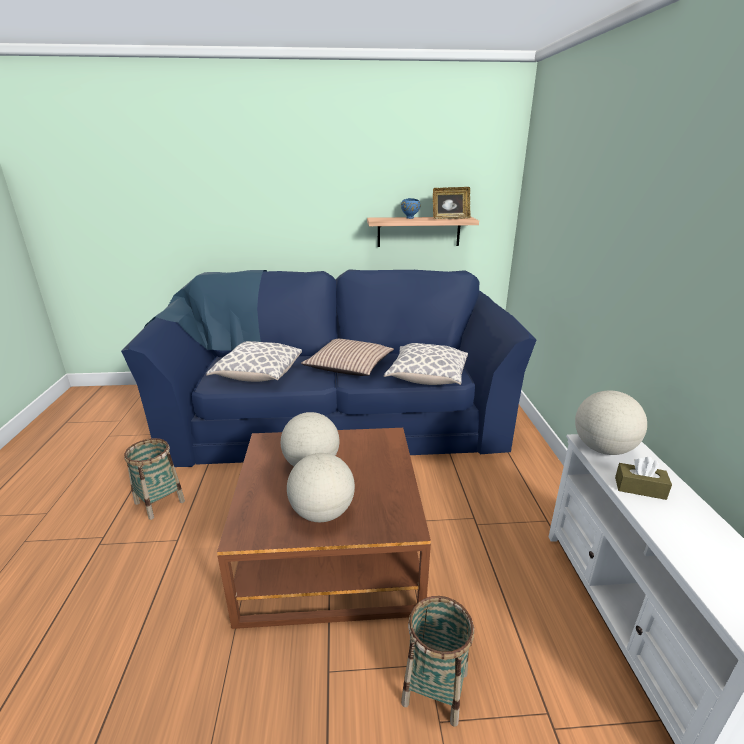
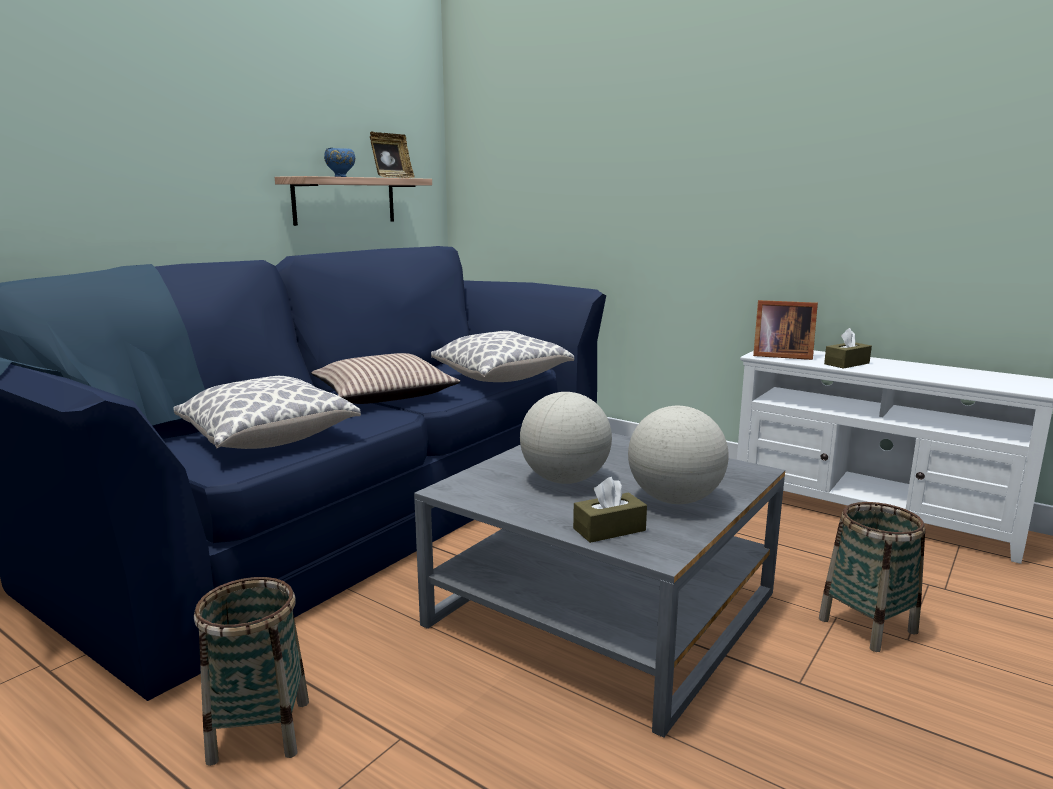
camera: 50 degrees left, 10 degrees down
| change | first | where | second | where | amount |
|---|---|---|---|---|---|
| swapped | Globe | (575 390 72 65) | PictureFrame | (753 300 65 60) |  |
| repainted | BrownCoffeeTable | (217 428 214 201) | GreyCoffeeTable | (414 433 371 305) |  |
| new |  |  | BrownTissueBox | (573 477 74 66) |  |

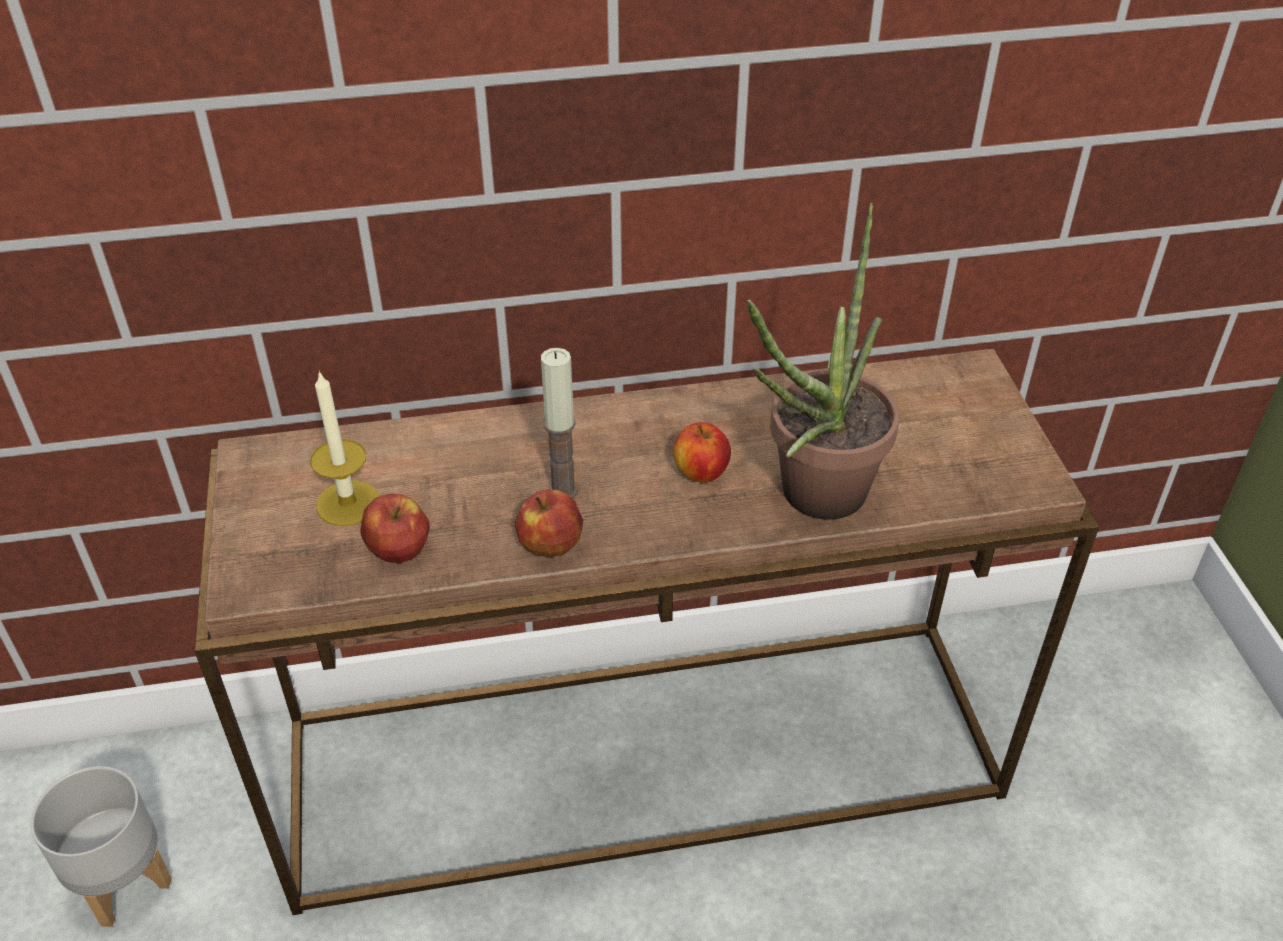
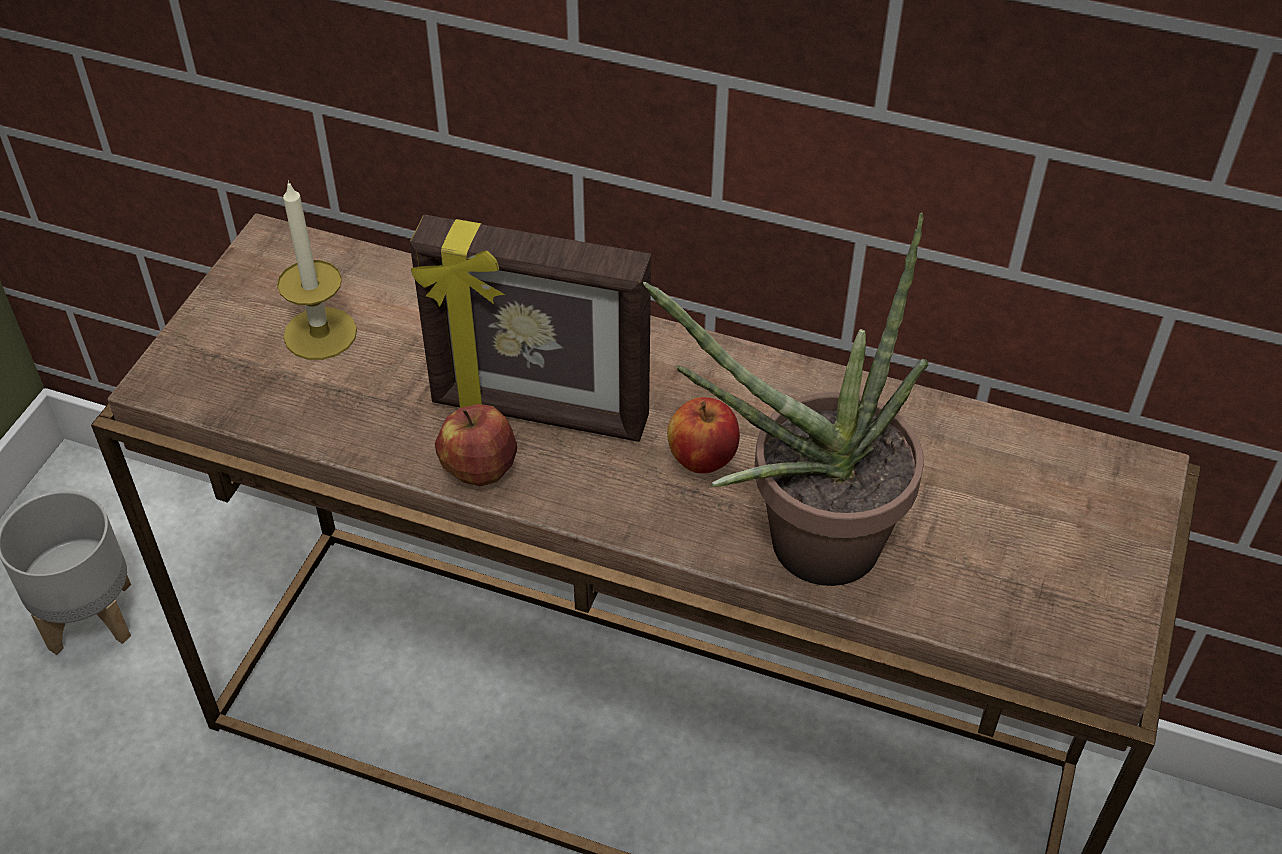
camera: 30 degrees right, 5 degrees up
| change | first | where | second | where | amount |
|---|---|---|---|---|---|
| swapped | Candle | (541 348 37 151) | PictureFrame | (410 215 241 227) |  |
| gone | Apple | (360 494 70 69) |  |  |  |

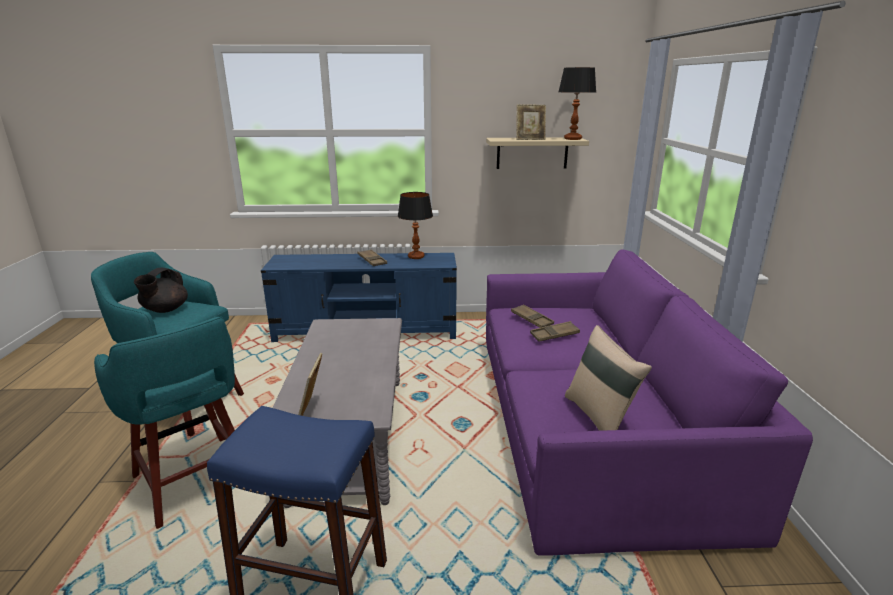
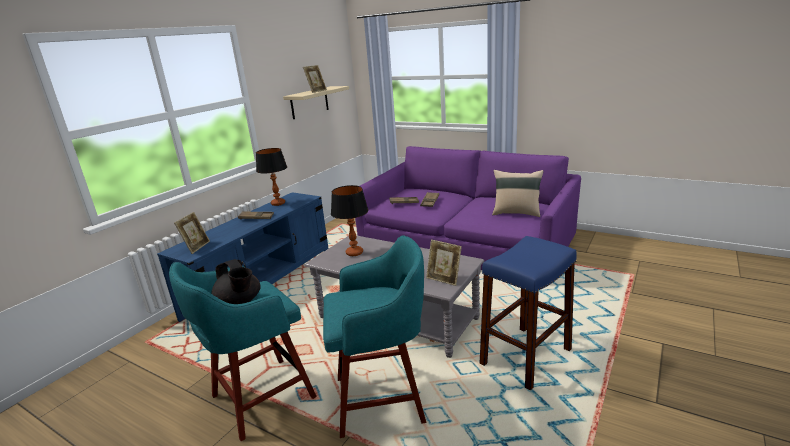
camera: 55 degrees left, 0 degrees up
| change | first | where | second | where | amount |
|---|---|---|---|---|---|
| shifted | TableLamp | (559 67 37 73) |  | (331 185 37 71) |  |
| new |  |  | PictureFrame | (174 212 36 42) |  |

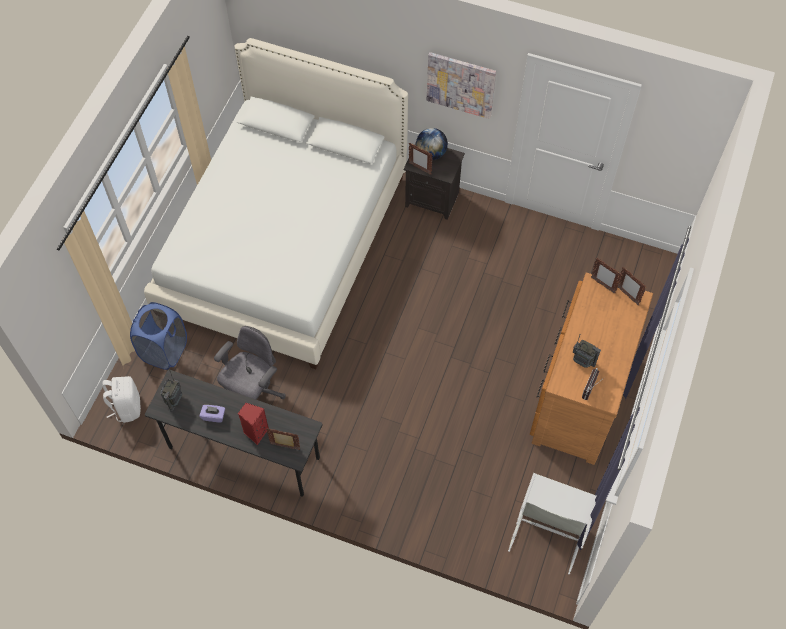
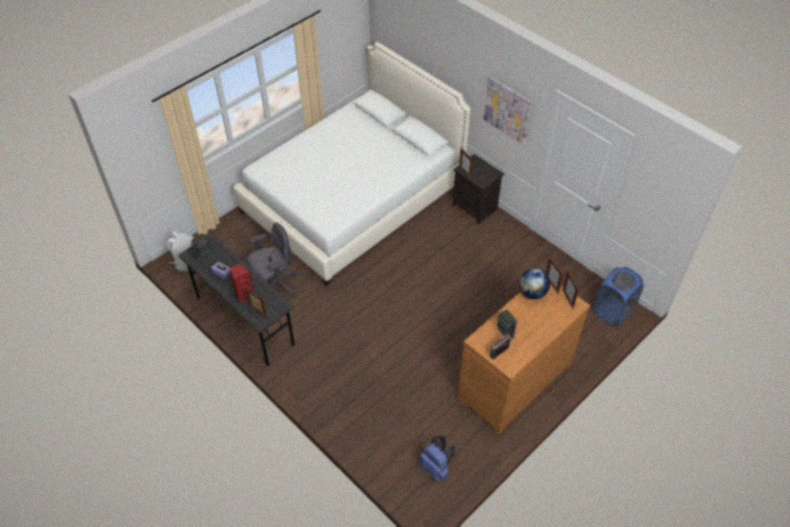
camera: 25 degrees right, 10 degrees down
| change | first | where | second | where | amount |
|---|---|---|---|---|---|
| shifted | Globe | (416 128 32 32) |  | (519 269 31 30) |  |
| shifted | BlueLaundryBasket | (130 302 57 68) |  | (594 267 50 58) |  |
| swapped | GreyLaundryBasket | (508 473 88 102) | BlueBackpack | (419 435 36 46) |  |

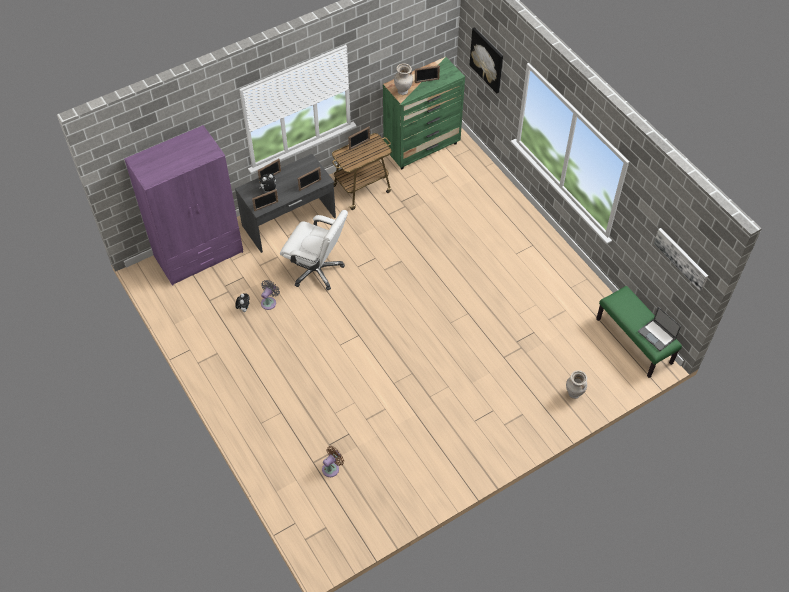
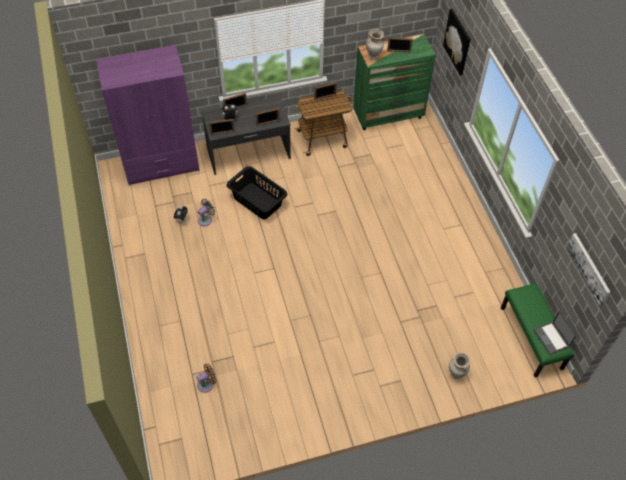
camera: 15 degrees right, 0 degrees up
| change | first | where | second | where | amount |
|---|---|---|---|---|---|
| swapped | WhiteOfficeChair | (280 210 68 80) | BlackLaundryBasket | (227 166 60 53) |  |

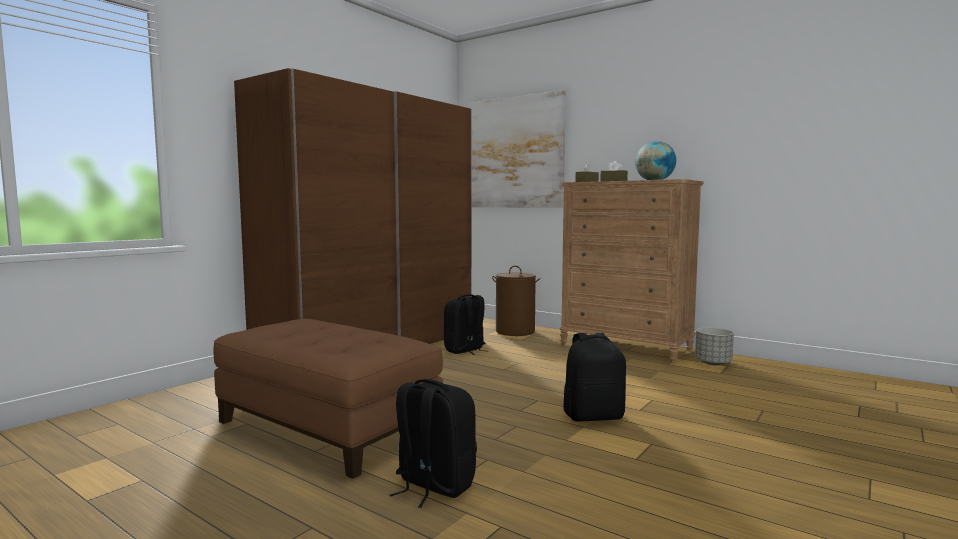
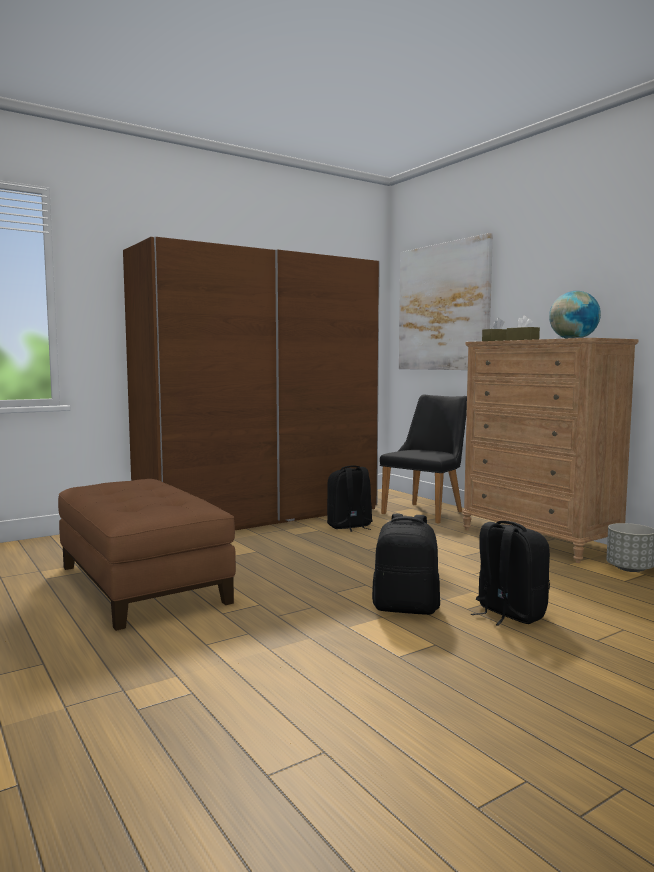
camera: 20 degrees right, 0 degrees up
| change | first | where | second | where | amount |
|---|---|---|---|---|---|
| swapped | BrownLaundryBasket | (492 266 49 70) | BlackChair | (380 394 87 130) |  |
| shifted | BlackBackpack | (390 379 87 129) |  | (471 521 79 105) |  |

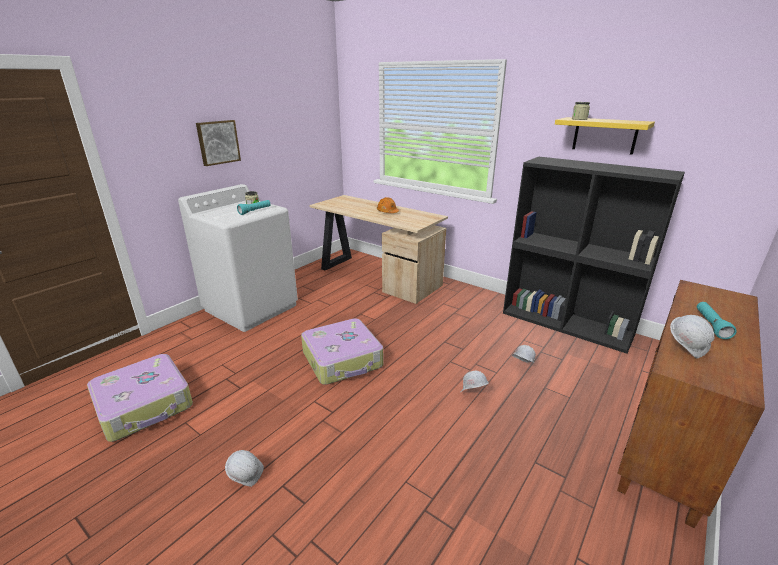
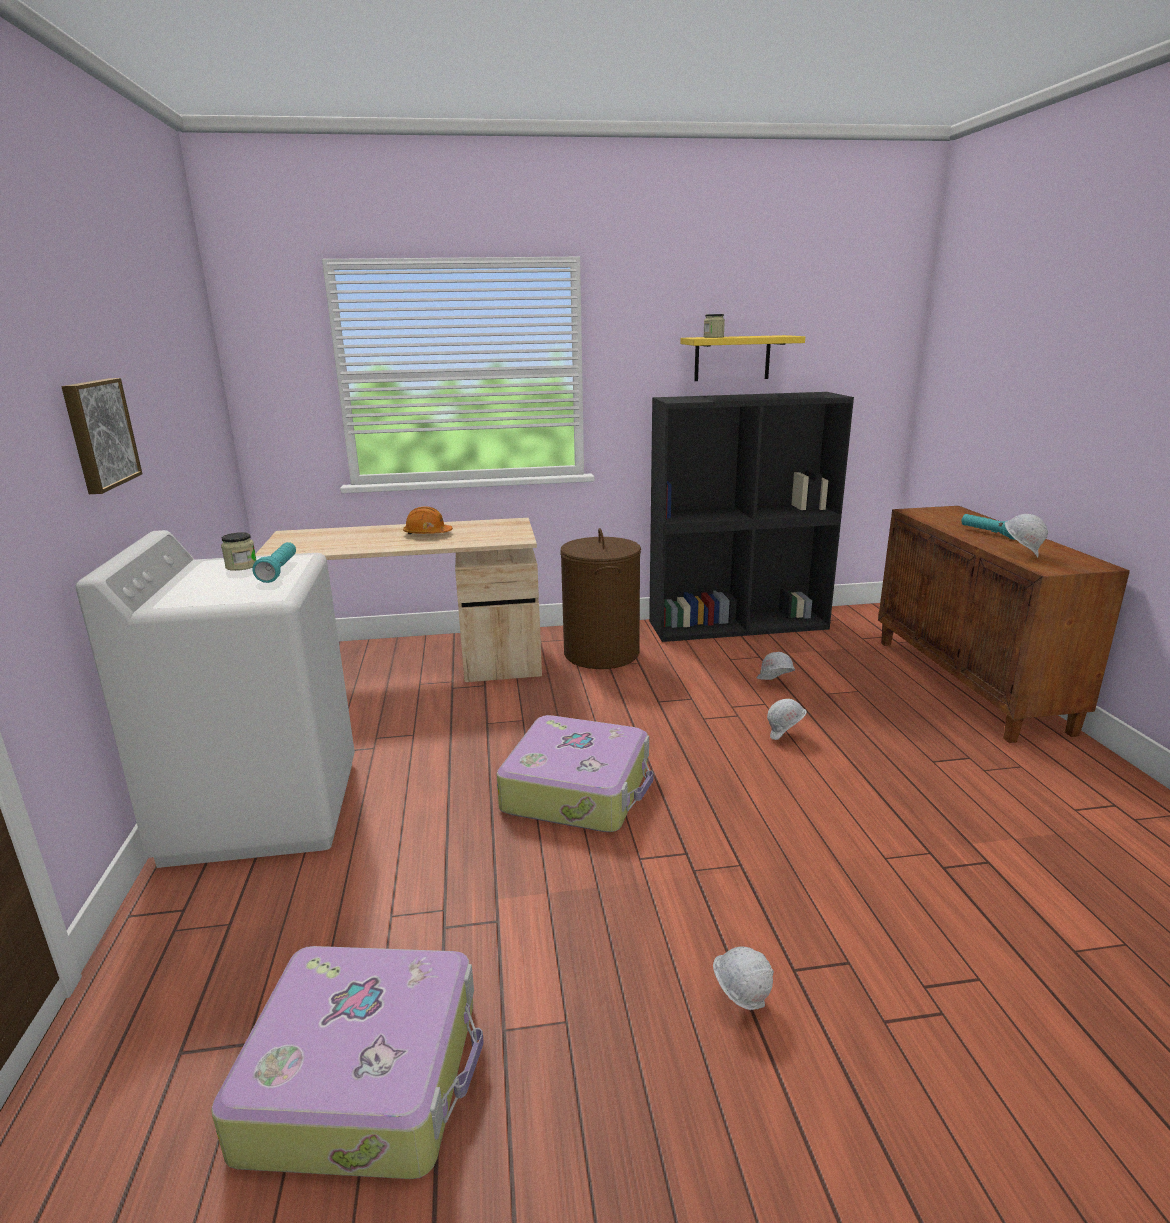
camera: 45 degrees left, 5 degrees down
| change | first | where | second | where | amount |
|---|---|---|---|---|---|
| new |  |  | BrownLaundryBasket | (560 528 81 141) |  |

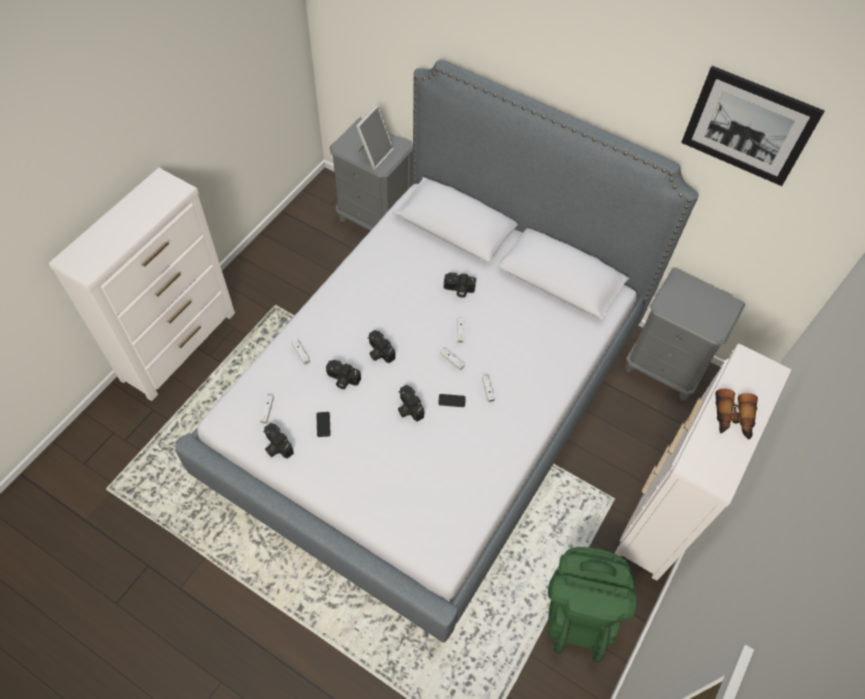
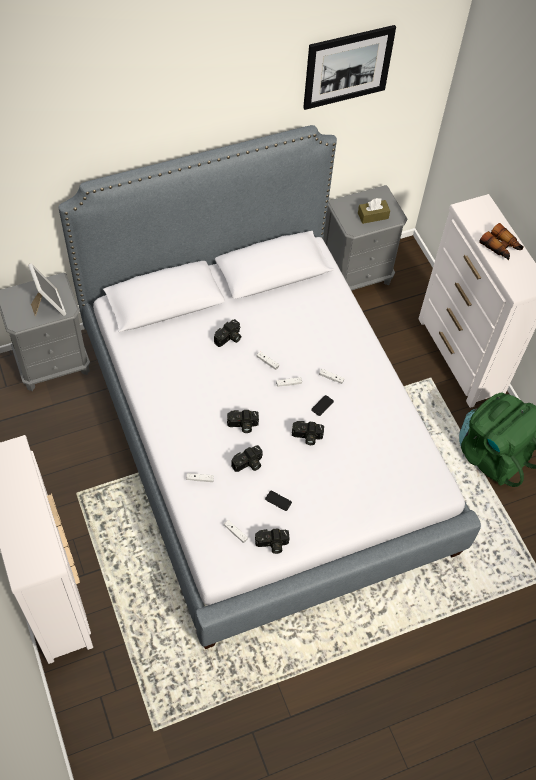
camera: 55 degrees left, 0 degrees up
| change | first | where | second | where | amount |
|---|---|---|---|---|---|
| new |  |  | BrownTissueBox | (358 198 32 26) |  |

